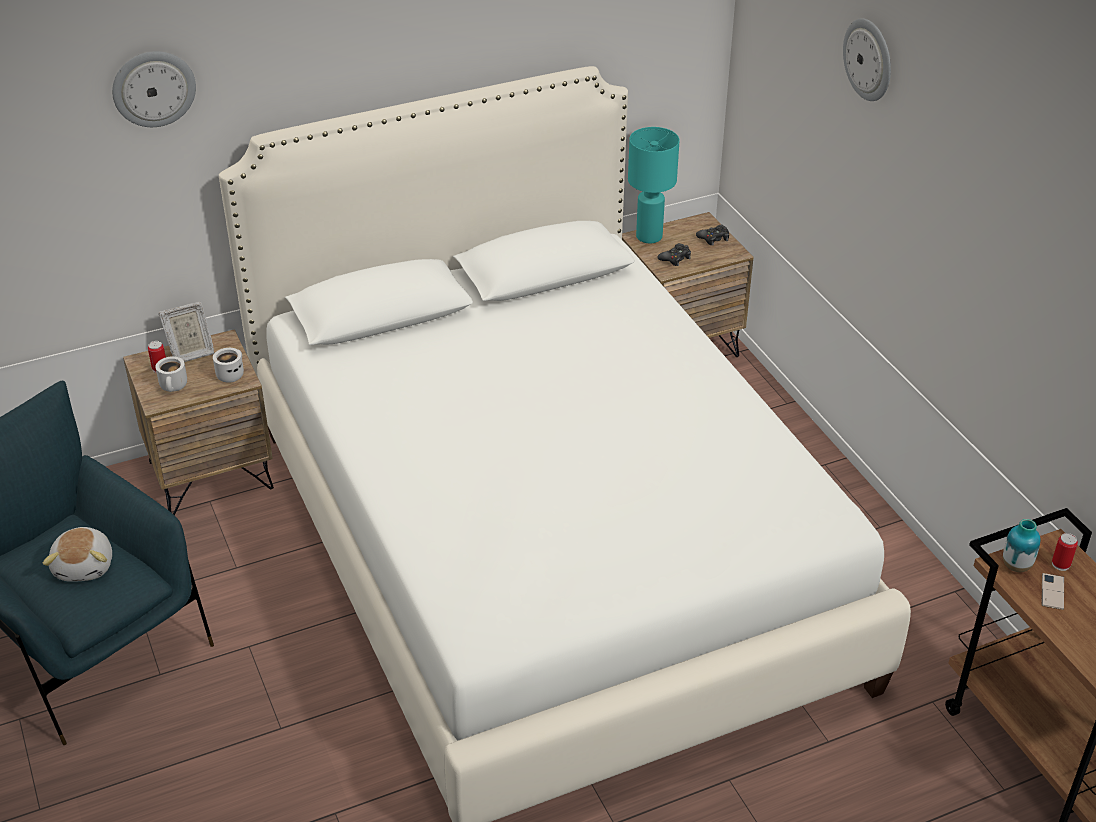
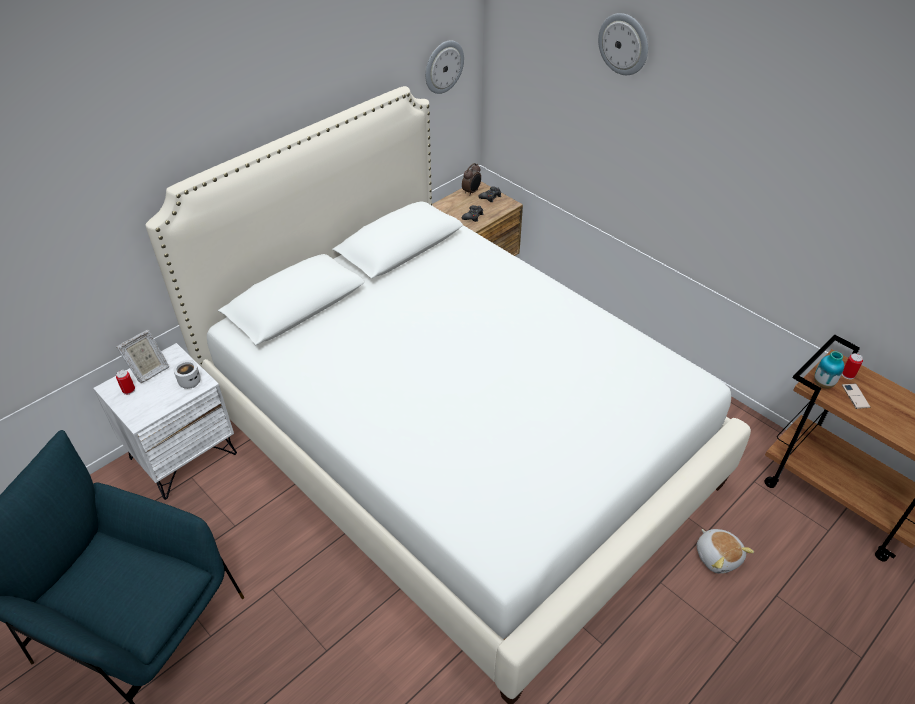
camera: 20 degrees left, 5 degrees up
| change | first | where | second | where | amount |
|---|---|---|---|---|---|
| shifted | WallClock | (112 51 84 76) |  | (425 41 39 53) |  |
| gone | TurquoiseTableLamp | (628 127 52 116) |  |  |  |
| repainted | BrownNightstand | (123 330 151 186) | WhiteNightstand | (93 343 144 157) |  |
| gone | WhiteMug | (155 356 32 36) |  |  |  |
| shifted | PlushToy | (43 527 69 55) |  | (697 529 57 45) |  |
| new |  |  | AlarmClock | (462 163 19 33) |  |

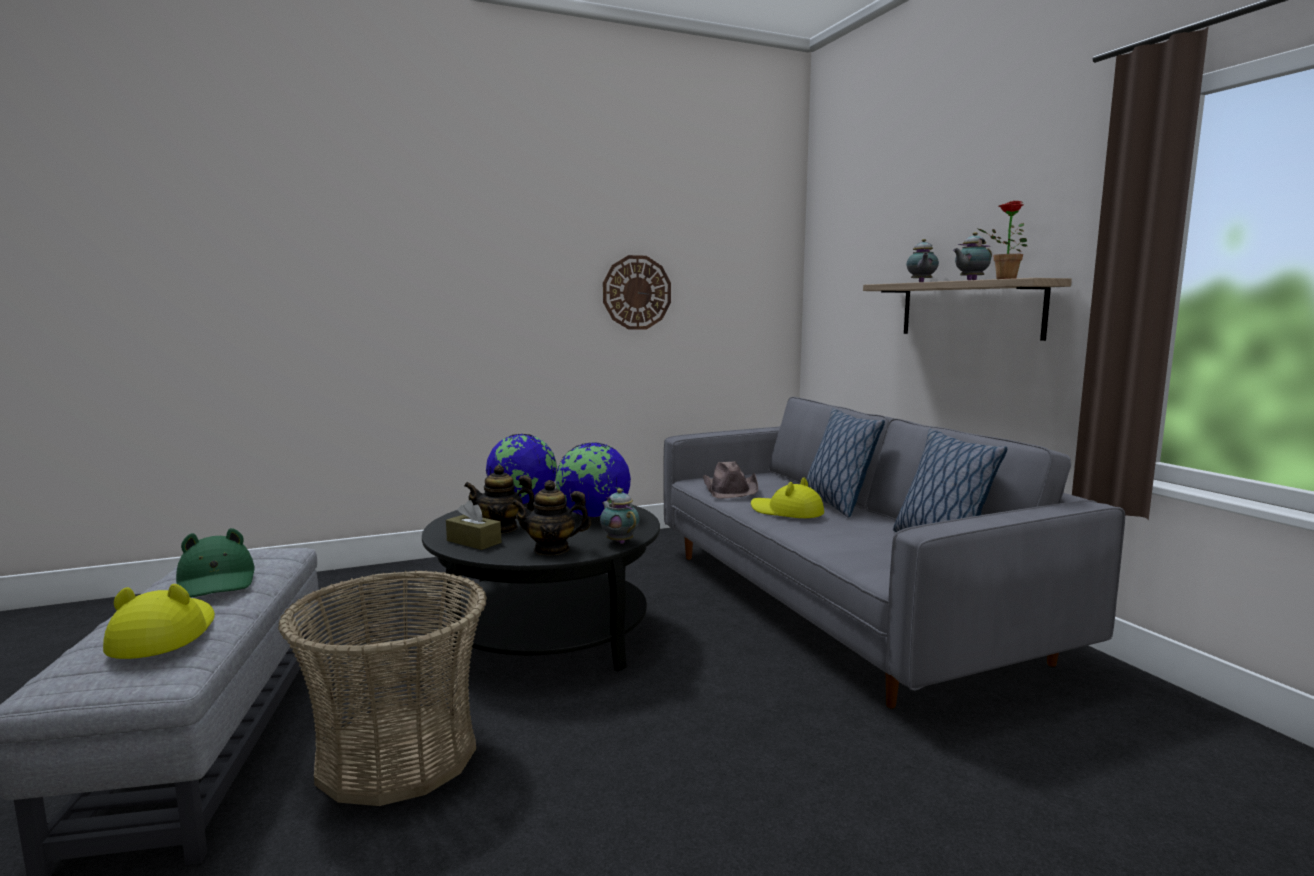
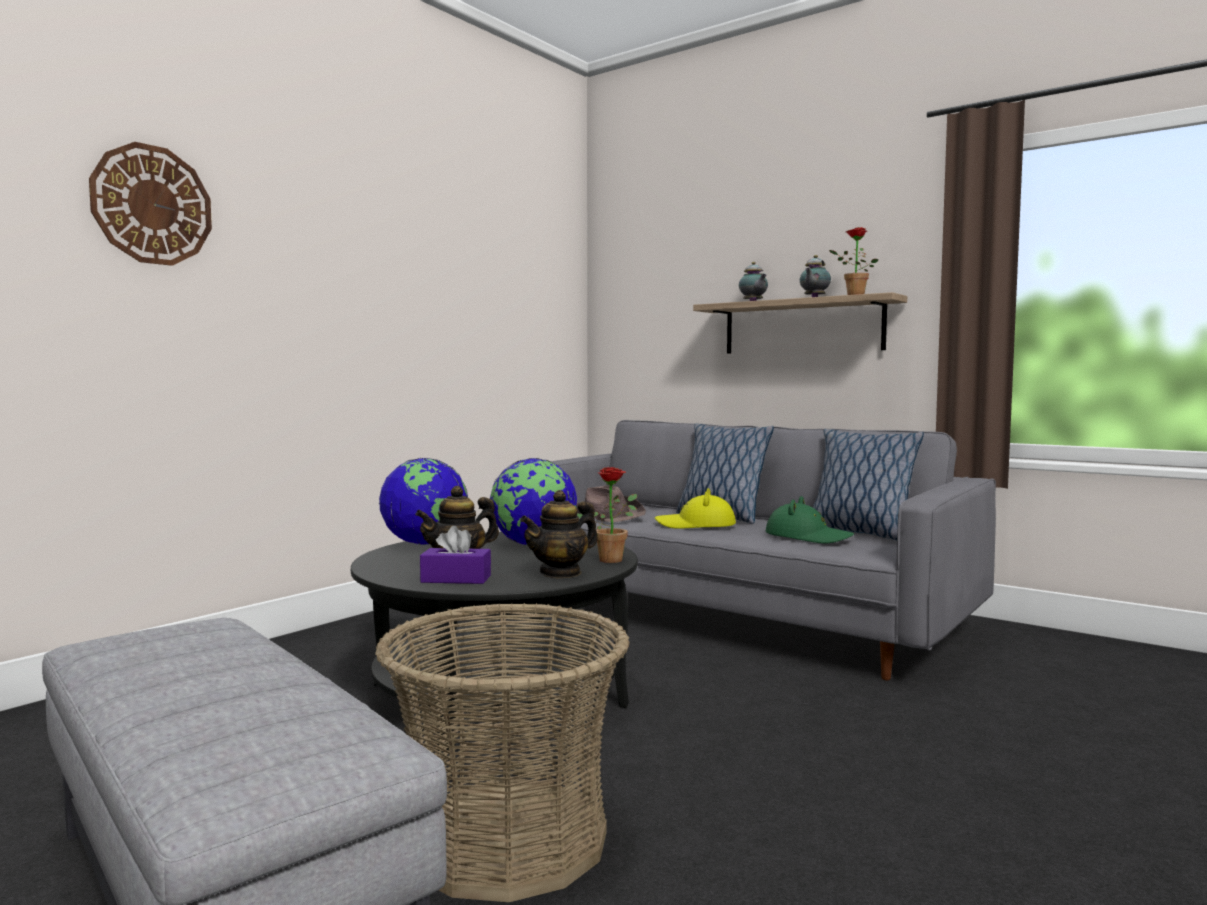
camera: 30 degrees left, 5 degrees down
| change | first | where | second | where | amount |
|---|---|---|---|---|---|
| shifted | WallClock | (603 255 68 75) |  | (89 142 123 124) |  |
| swapped | Teapot | (600 489 40 55) | PottedPlant | (577 467 60 96) |  |
| repainted | BrownTissueBox | (446 500 55 50) | PurpleTissueBox | (420 526 71 58) |  |
| shifted | GreenHat | (176 528 79 70) |  | (766 496 88 47) |  |
| gone | YellowHat | (103 584 112 75) |  |  |  |

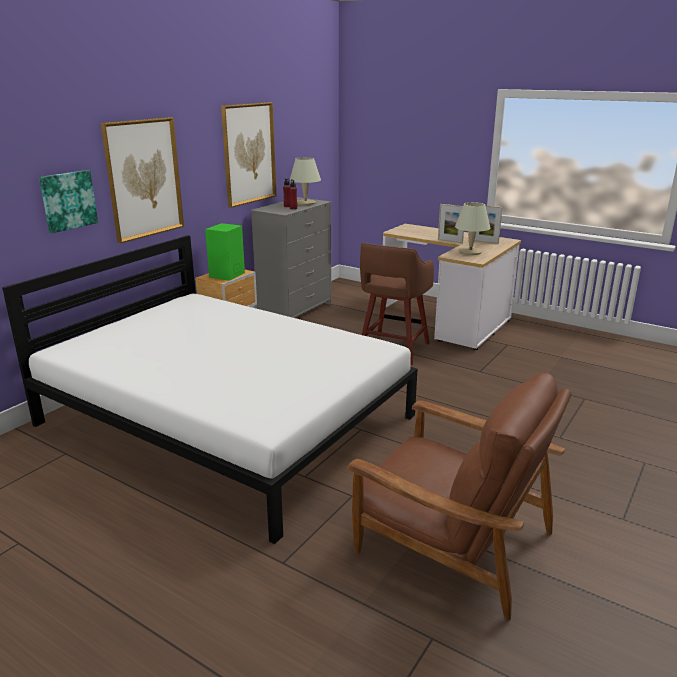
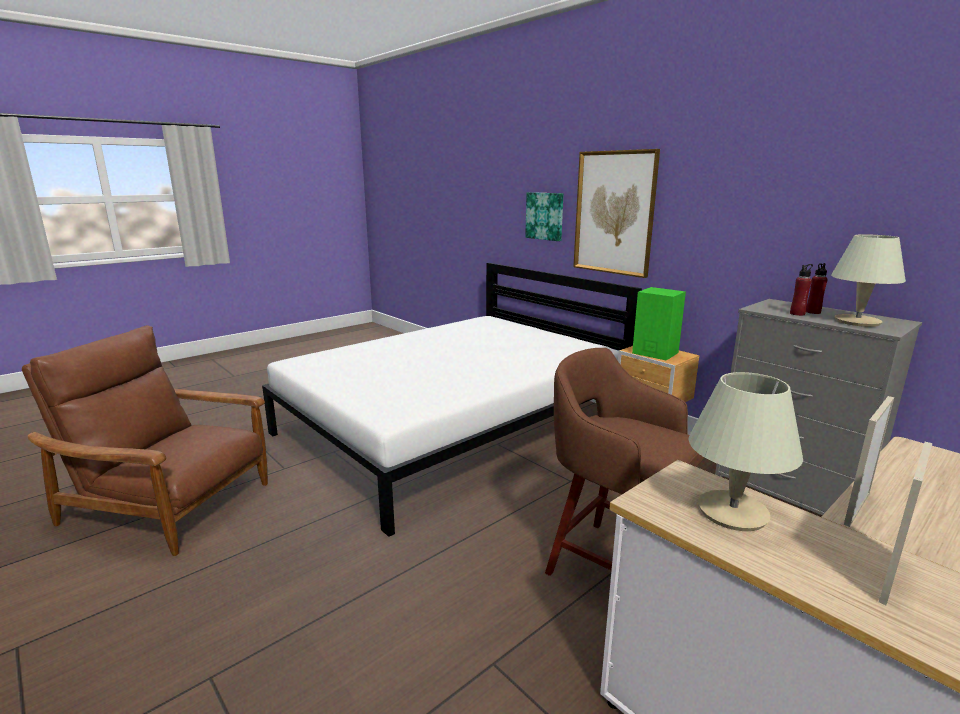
camera: 105 degrees right, 5 degrees down
| change | first | where | second | where | amount |
|---|---|---|---|---|---|
| gone | Picture | (221 102 55 106) |  |  |  |
| rotated | BrownArmchair | (347 373 225 248) |  | (22 325 246 231) | 60 degrees clockwise |

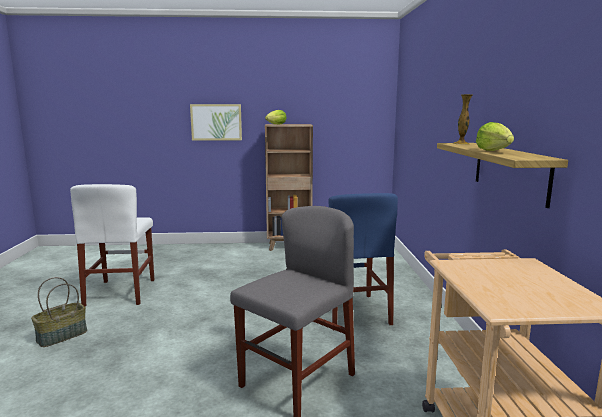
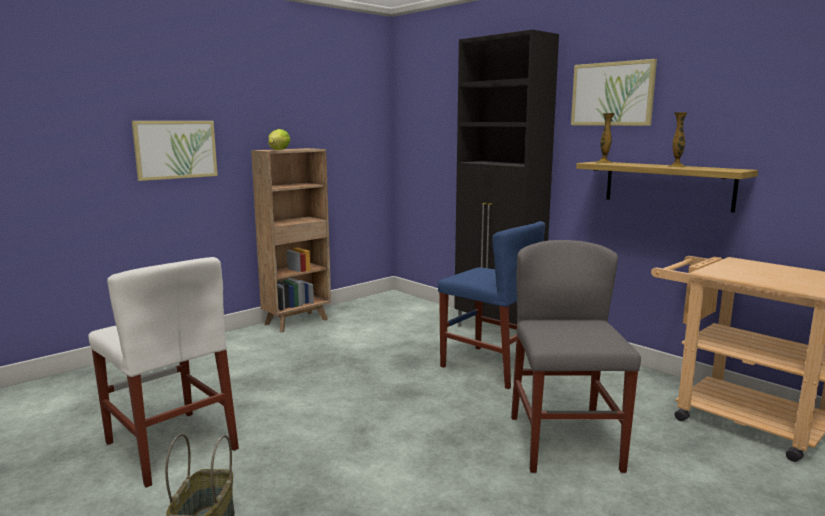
camera: 40 degrees left, 0 degrees up
| change | first | where | second | where | amount |
|---|---|---|---|---|---|
| swapped | Lettuce | (476 122 38 29) | Vase | (667 112 21 55) |  |
| new |  |  | BlackCabinet | (454 30 105 297) |  |
| new |  |  | Picture | (571 59 86 67) |  |

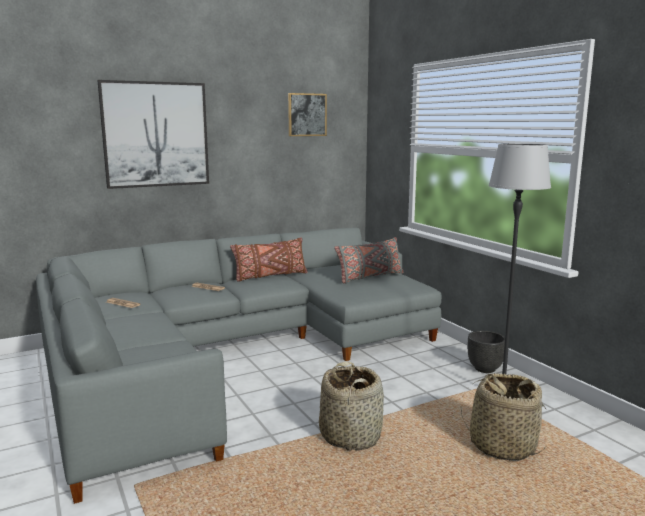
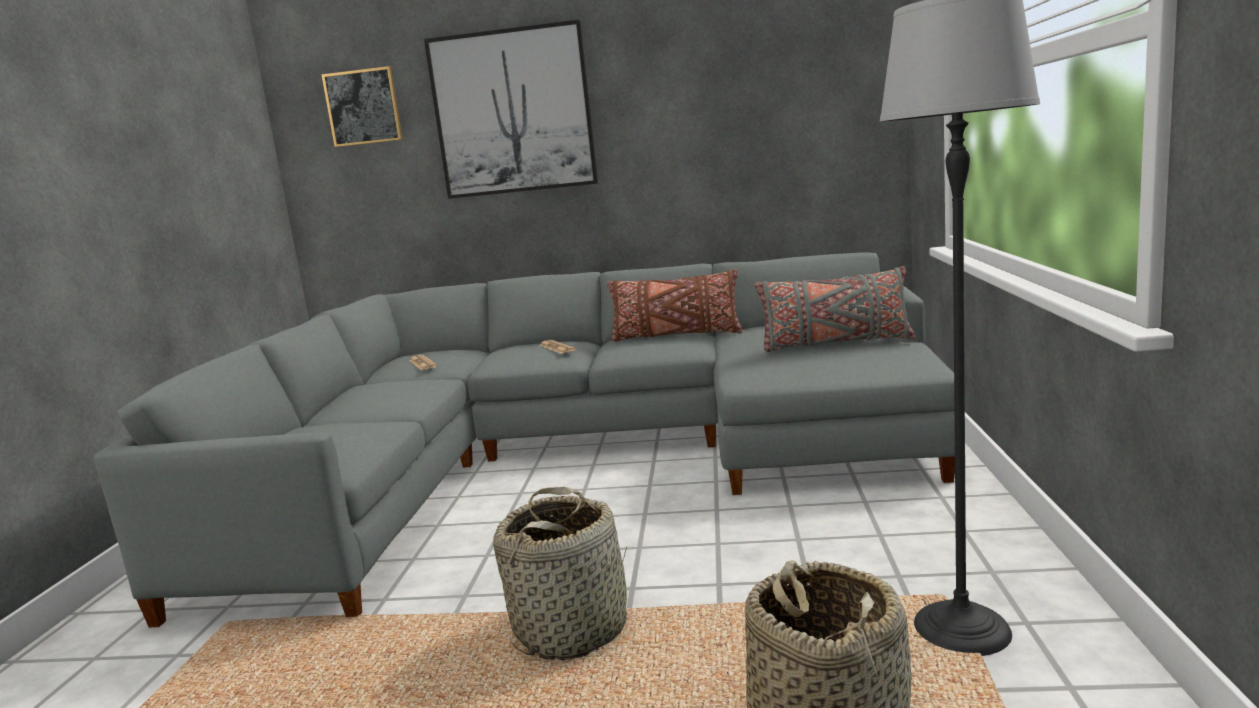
camera: 35 degrees right, 0 degrees up
| change | first | where | second | where | amount |
|---|---|---|---|---|---|
| shifted | Picture | (288 93 39 43) |  | (322 66 81 81) |  |
| gone | BlackPlanter | (468 331 37 42) |  |  |  |

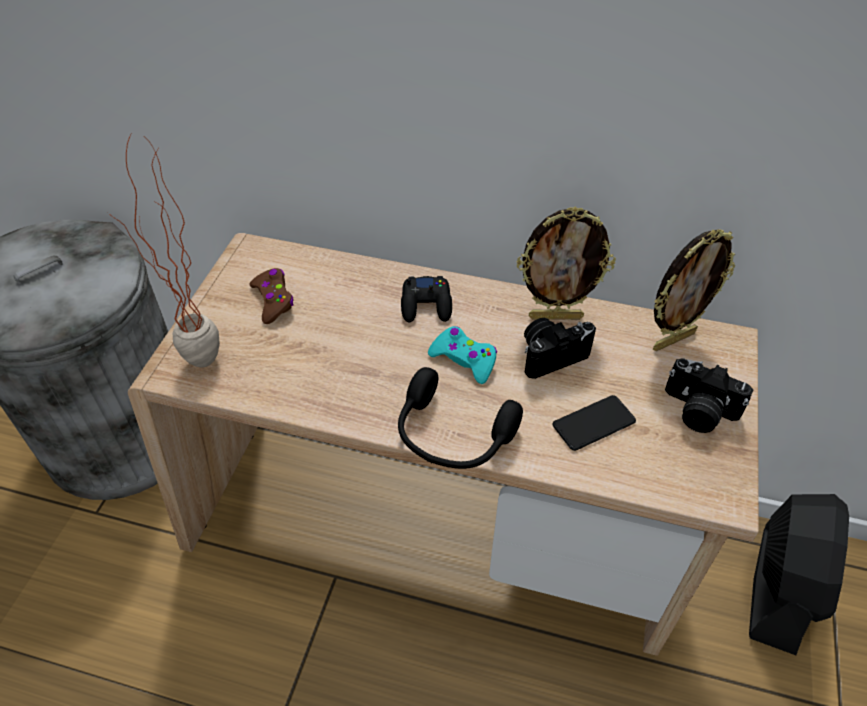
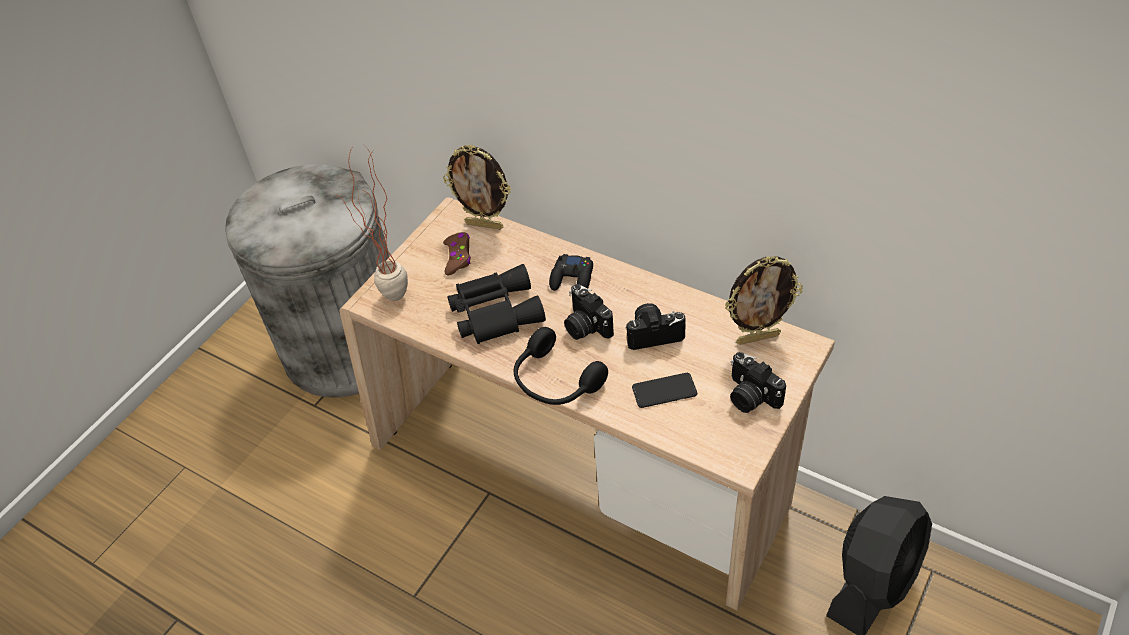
camera: 20 degrees right, 0 degrees up
| change | first | where | second | where | amount |
|---|---|---|---|---|---|
| shifted | PictureFrame | (516 206 100 114) |  | (443 144 68 86) |  |
| swapped | TurquoiseGameController | (428 326 69 58) | PhotoCamera | (564 284 50 56) |  |
| new |  |  | BlackBinoculars | (447 264 99 80) |  |

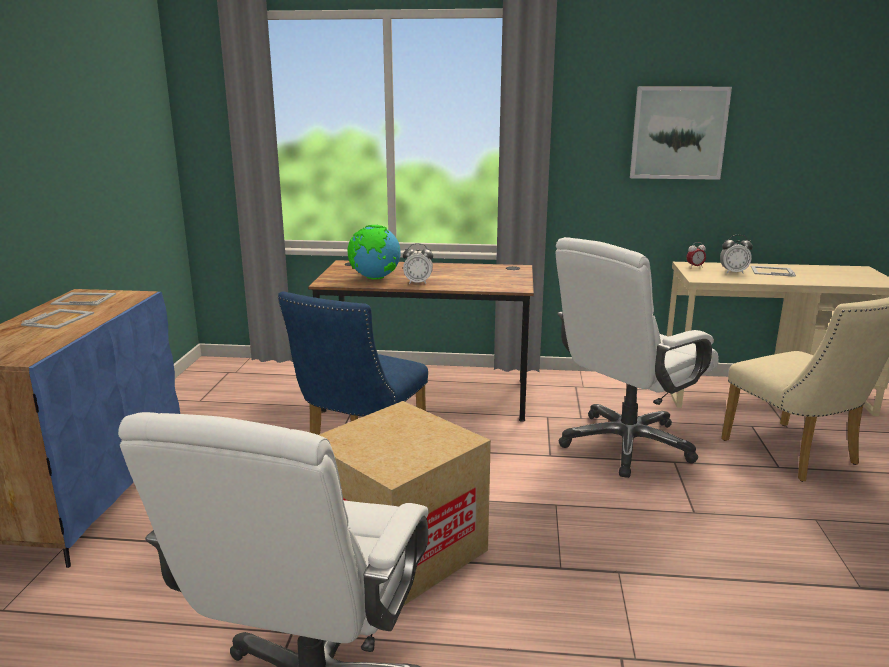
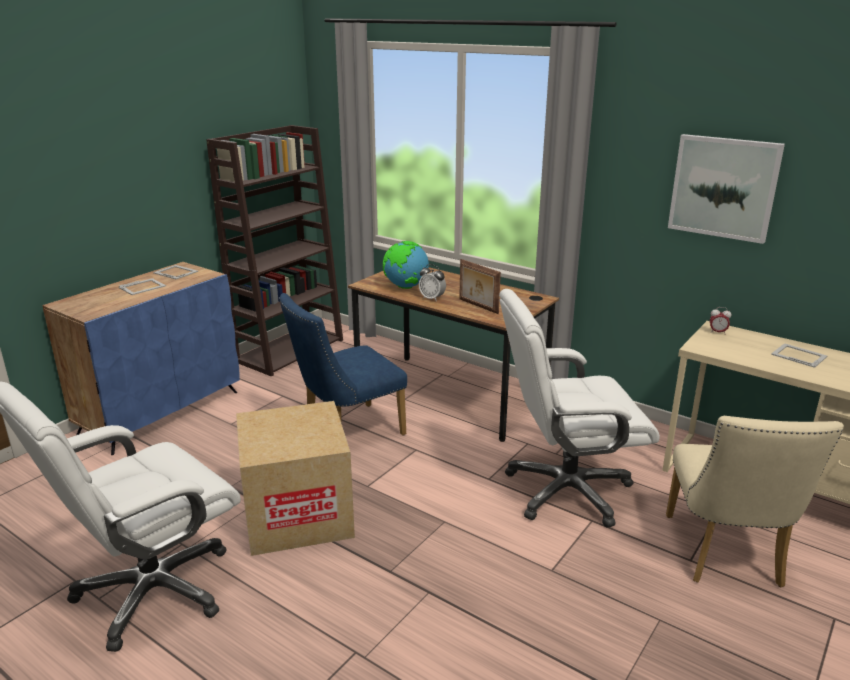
camera: 30 degrees right, 5 degrees up
| change | first | where | second | where | amount |
|---|---|---|---|---|---|
| gone | AlarmClock | (720 235 33 39) |  |  |  |
| new |  |  | BrownBookcase | (206 125 137 252) |  |
| new |  |  | PictureFrame | (459 259 42 55) |  |

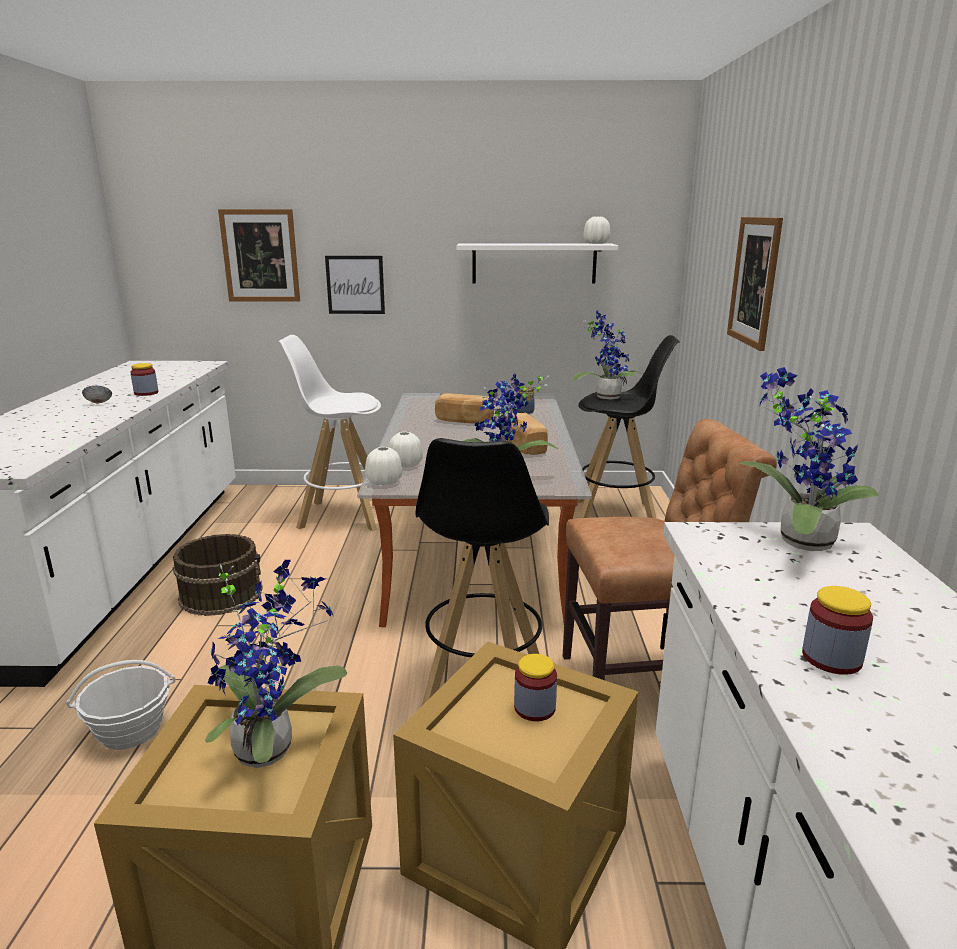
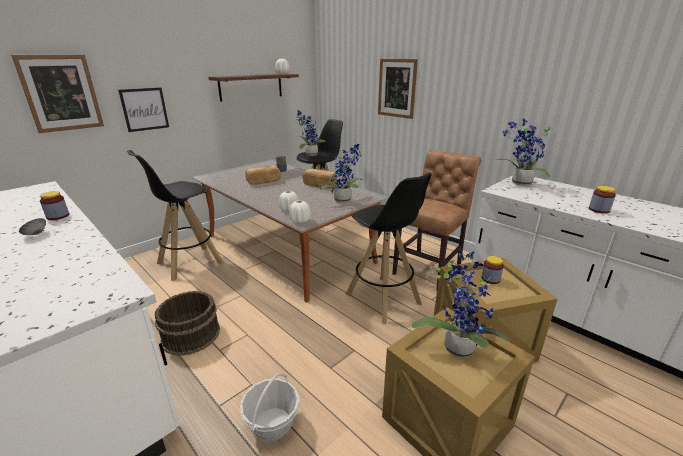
camera: 45 degrees left, 5 degrees up
| change | first | where | second | where | amount |
|---|---|---|---|---|---|
| repainted | WhiteShelf | (457 243 161 41) | BrownShelf | (209 74 90 28) |  |
| repainted | WhiteStool | (279 335 102 196) | BlackStool | (127 150 96 131) |  |

